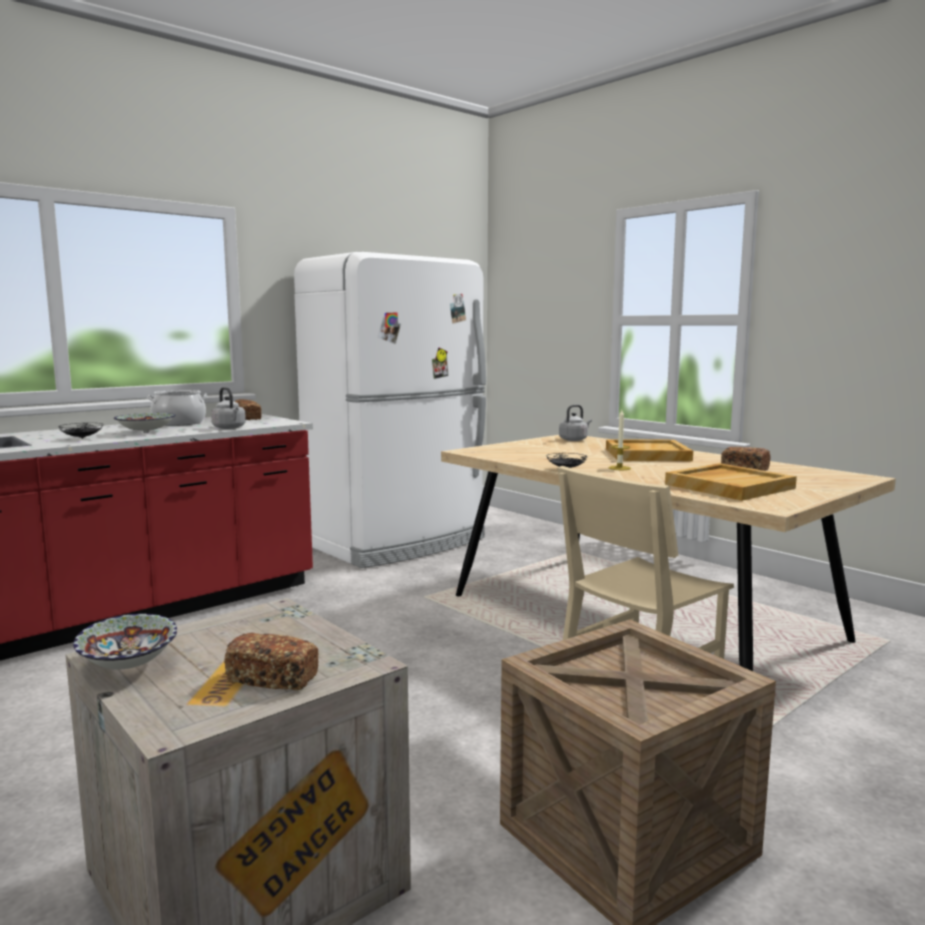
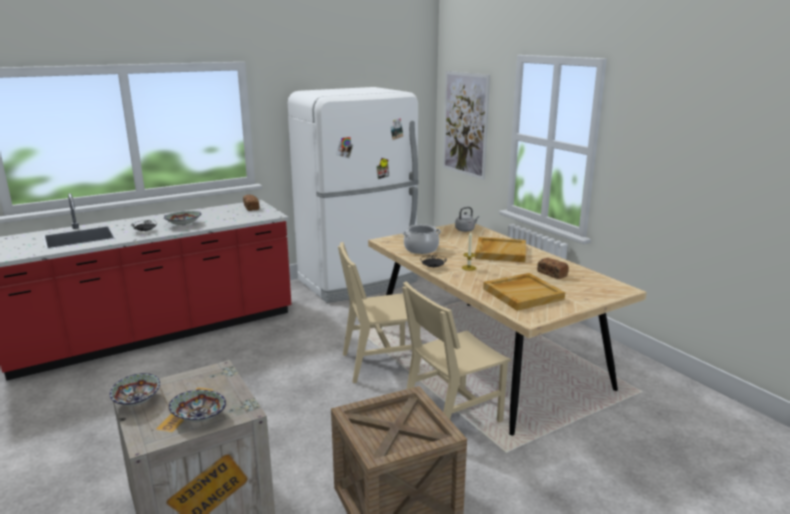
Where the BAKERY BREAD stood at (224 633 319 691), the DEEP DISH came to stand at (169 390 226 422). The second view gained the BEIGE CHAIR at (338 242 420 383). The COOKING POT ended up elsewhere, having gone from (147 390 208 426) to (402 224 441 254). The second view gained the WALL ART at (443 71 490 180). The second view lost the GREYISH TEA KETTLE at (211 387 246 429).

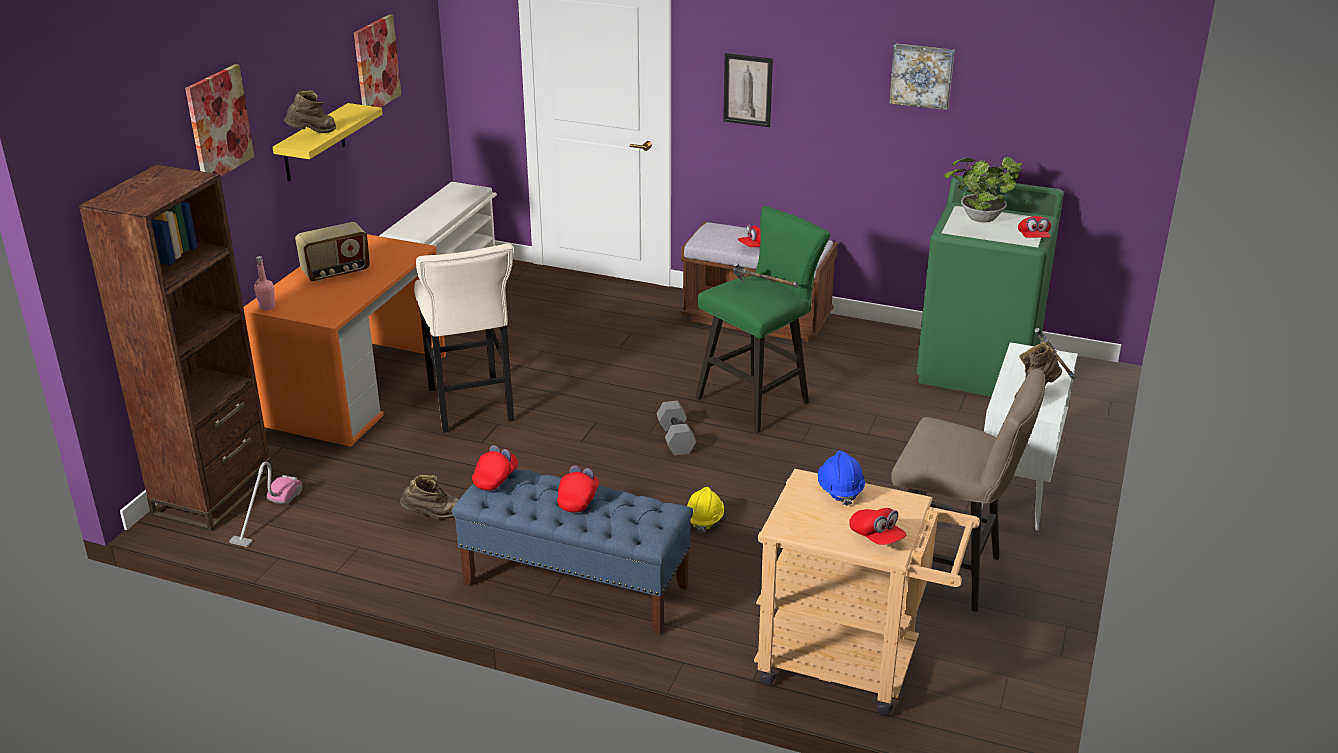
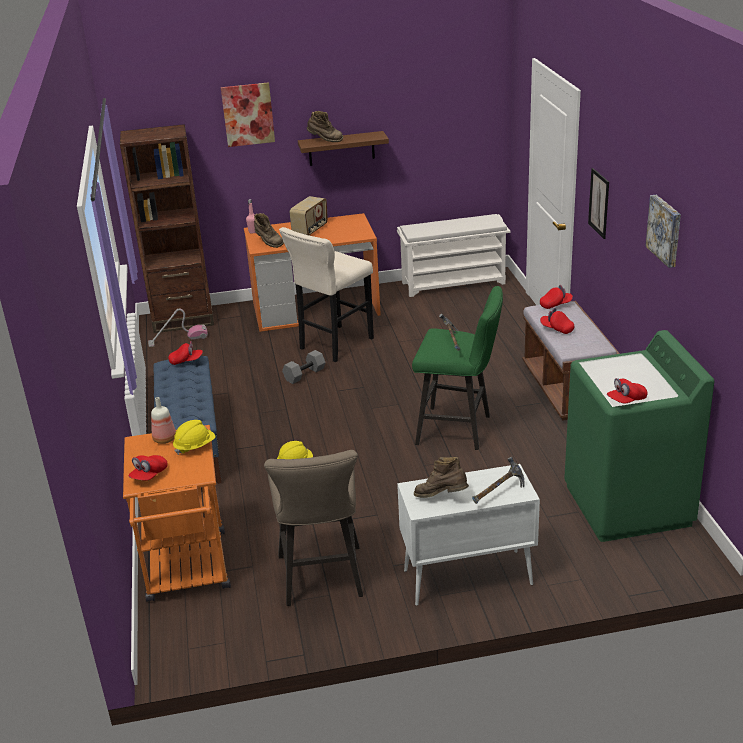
What was the BEIGE WHEELED CART at (754 469 980 716) turned into the ORANGE-COLOURED WHEELED CART at (123 425 231 602). The second view gained the DRINK BOTTLE at (151 397 176 444). What was the BLUE SAFETY HELMET at (818 450 865 506) turned into the YELLOW-COLOURED SAFETY HELMET at (173 420 215 455). The BROWNISH TALL BOOT ended up elsewhere, having gone from (400 475 459 519) to (254 213 284 248). The GREYISH DUMBBELL ended up elsewhere, having gone from (657 401 696 455) to (282 350 326 384). The RADIO SET at (295 222 370 282) ended up facing another way, 90 degrees counterclockwise from before. What was the YELLOW-COLOURED SHELF at (273 103 383 182) turned into the BROWNISH SHELF at (298 131 389 166). The RED BASEBALL CAP ended up elsewhere, having gone from (557 466 599 512) to (540 285 573 309). The second view lost the WALL ART at (354 14 401 108). The second view lost the PLANT IN A POT at (944 156 1022 222).

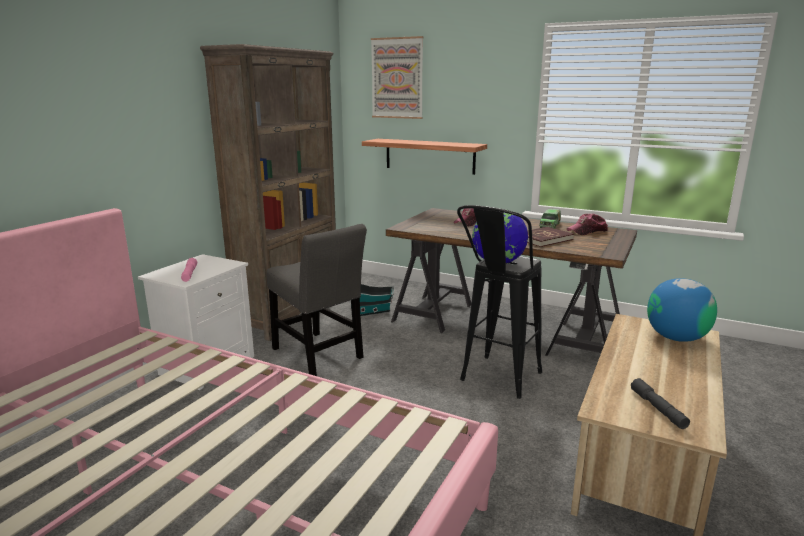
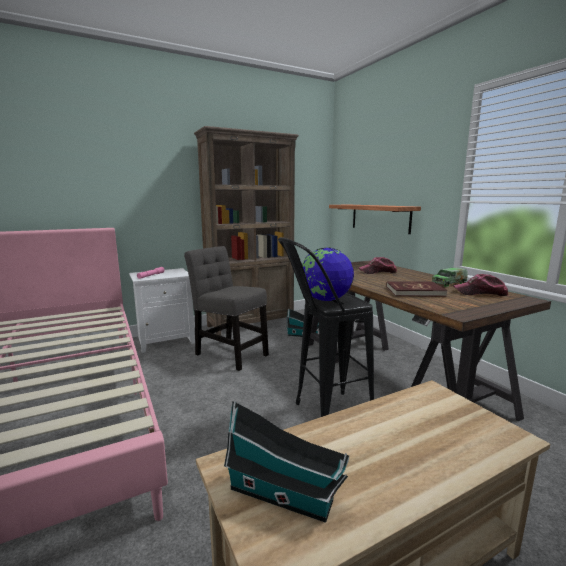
The GREYISH CHAIR at (266 224 367 376) ended up facing another way, 135 degrees clockwise from before. Where the GREYISH HAND TORCH stood at (631 378 690 429), the MINIATURE HOUSE came to stand at (224 400 349 523). The second view lost the WALL ART at (371 36 424 119). The second view lost the WORLD GLOBE at (647 278 717 342).

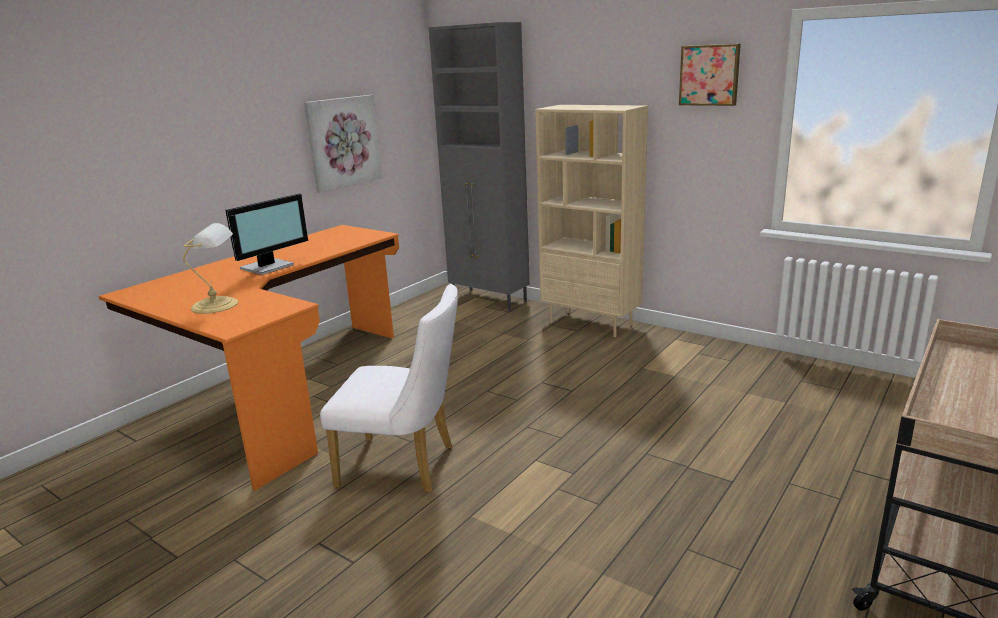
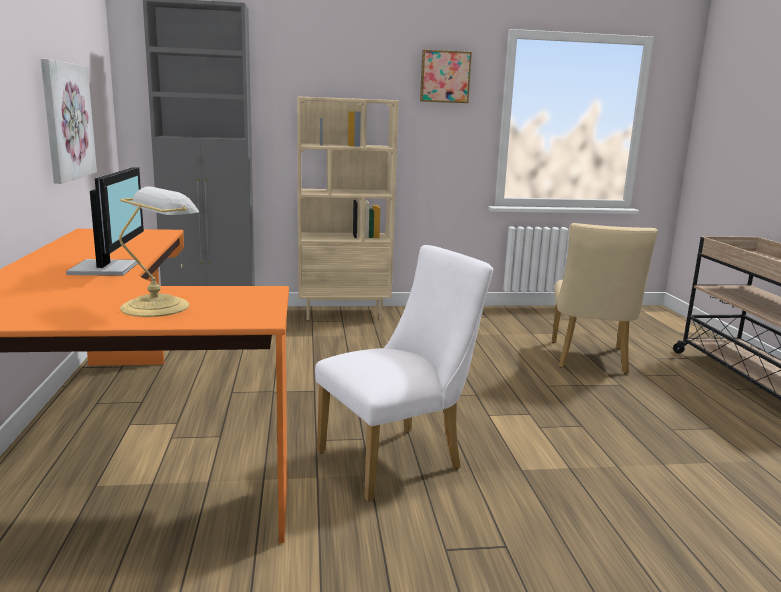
The second view gained the BEIGE CHAIR at (552 223 658 374).

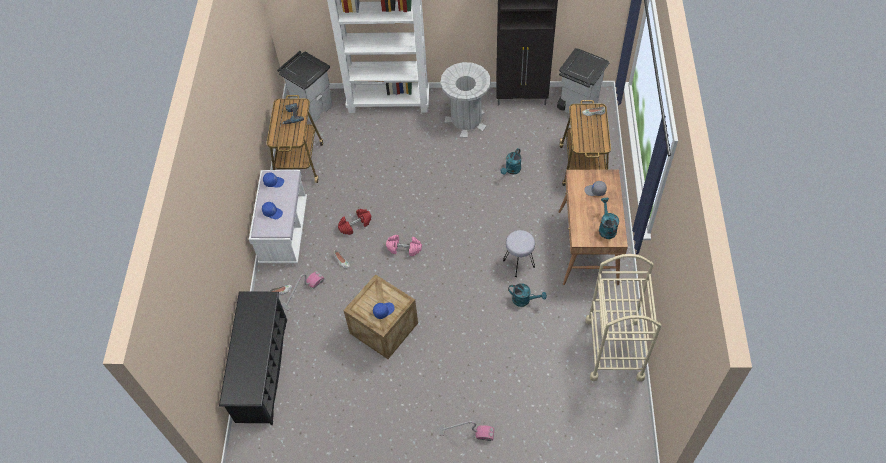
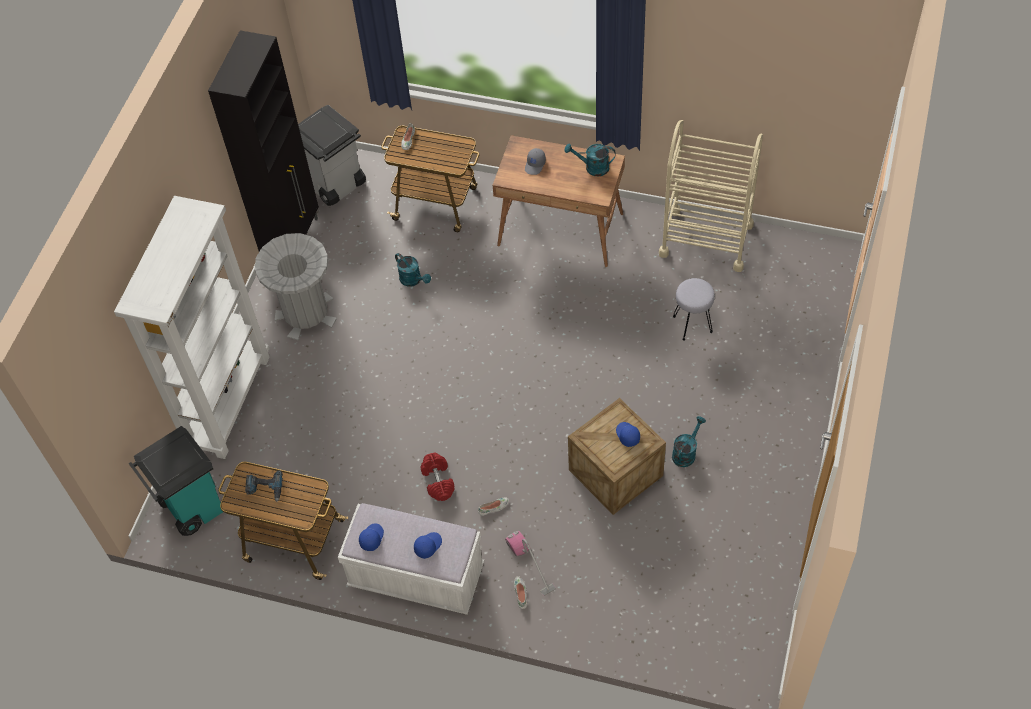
What was the GREYISH TRASH CAN at (277 51 332 122) turned into the TURQUOISE TRASH CAN at (129 426 223 536). The TURQUOISE WATERING CAN ended up elsewhere, having gone from (508 283 547 307) to (672 416 706 467). The GREYISH STOOL SEAT ended up elsewhere, having gone from (503 230 535 277) to (673 278 715 341). The second view lost the BLACKISH SHOE STAND at (219 292 287 425). The second view lost the PINK-COLOURED DUMBBELL at (386 235 422 256). The second view lost the VACUUM CLEANER at (439 421 494 441).

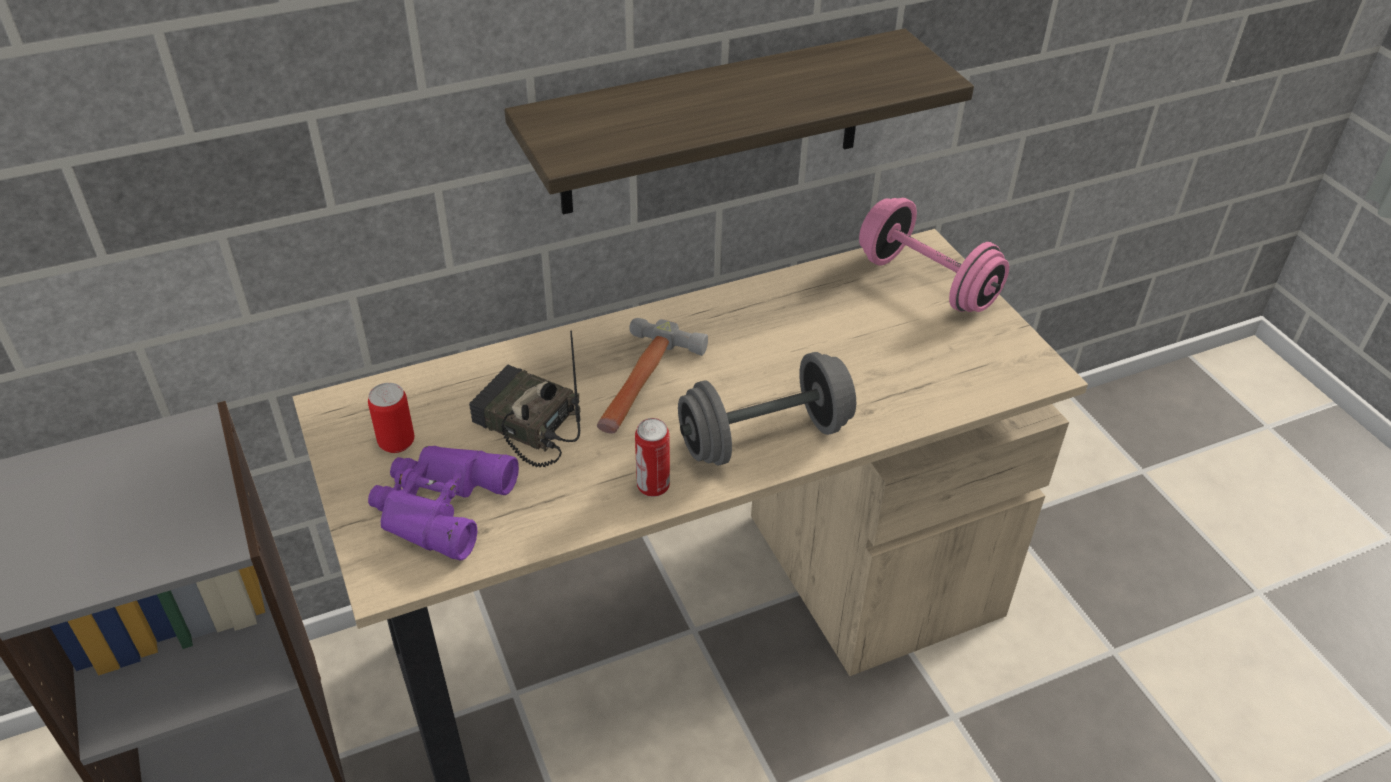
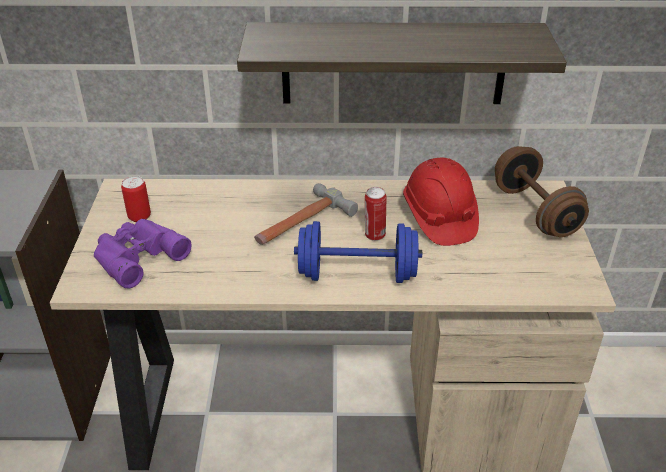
What was the GREYISH DUMBBELL at (678 352 856 466) turned into the BLUE DUMBBELL at (294 221 422 283). The CAN ended up elsewhere, having gone from (635 418 670 497) to (365 187 387 241). The second view gained the RED SAFETY HELMET at (403 157 479 246). What was the PINK-COLOURED DUMBBELL at (859 198 1009 312) turned into the BROWNISH DUMBBELL at (495 146 589 237). The second view lost the RADIO SET at (469 330 580 467).

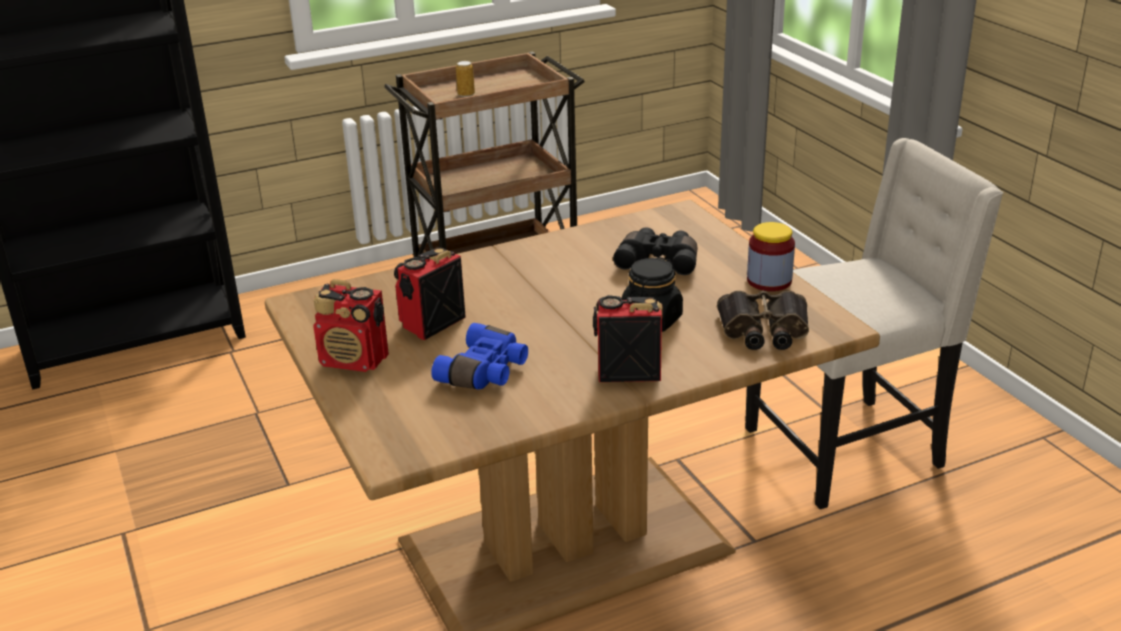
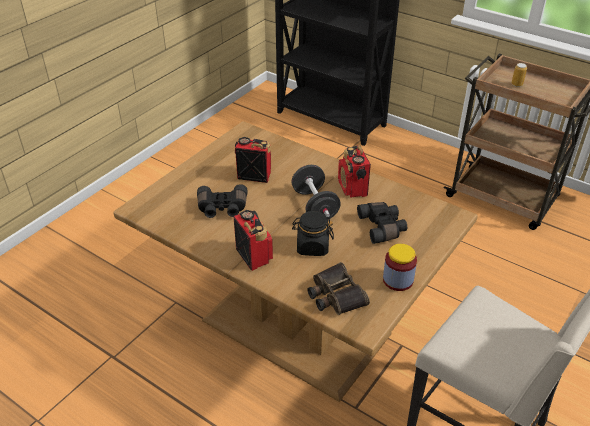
What was the BLUE FIELD GLASSES at (431 323 528 389) turned into the BLACKISH FIELD GLASSES at (197 184 247 218). The second view gained the BLACKISH DUMBBELL at (292 165 341 220). The RADIO SET ended up elsewhere, having gone from (314 279 389 372) to (338 146 371 198).

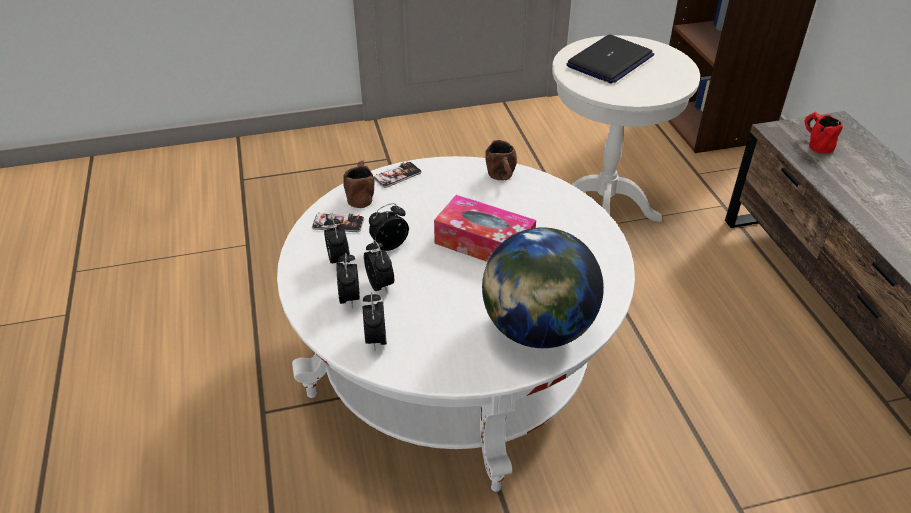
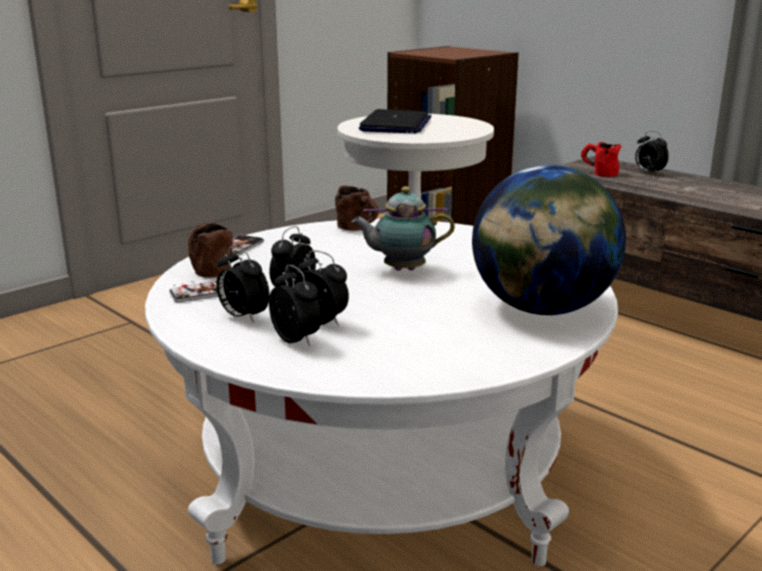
Where the TISSUE BOX stood at (434 195 536 262), the POT FOR TEA came to stand at (351 186 455 271). The TABLE CLOCK ended up elsewhere, having gone from (363 292 387 351) to (635 131 669 175).

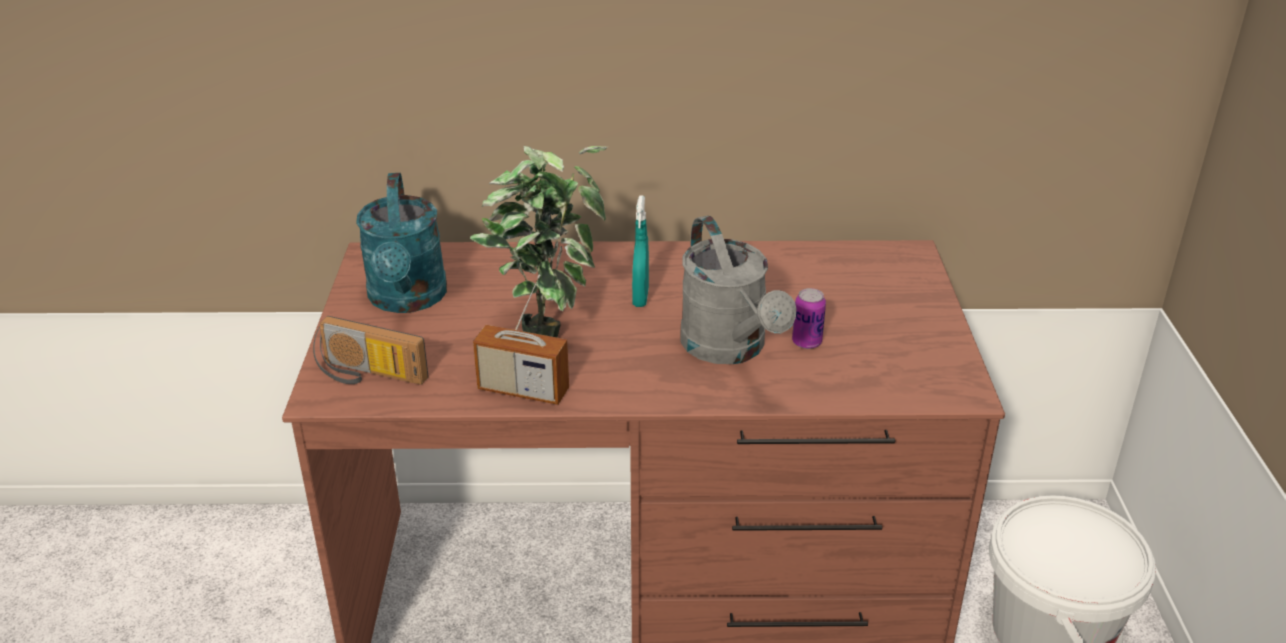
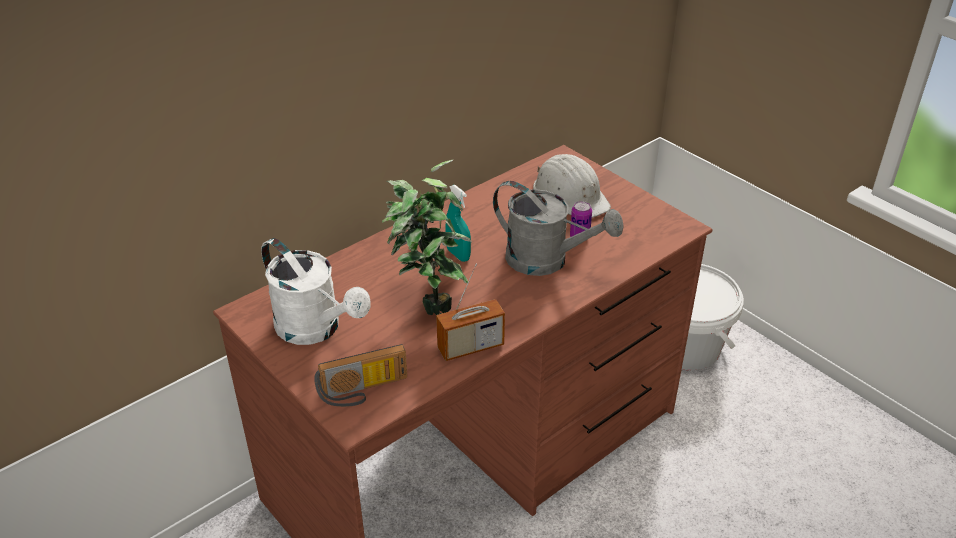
What was the TURQUOISE WATERING CAN at (356 173 447 313) turned into the WHITE WATERING CAN at (261 238 371 345). The second view gained the WHITE SAFETY HELMET at (533 154 611 218).

